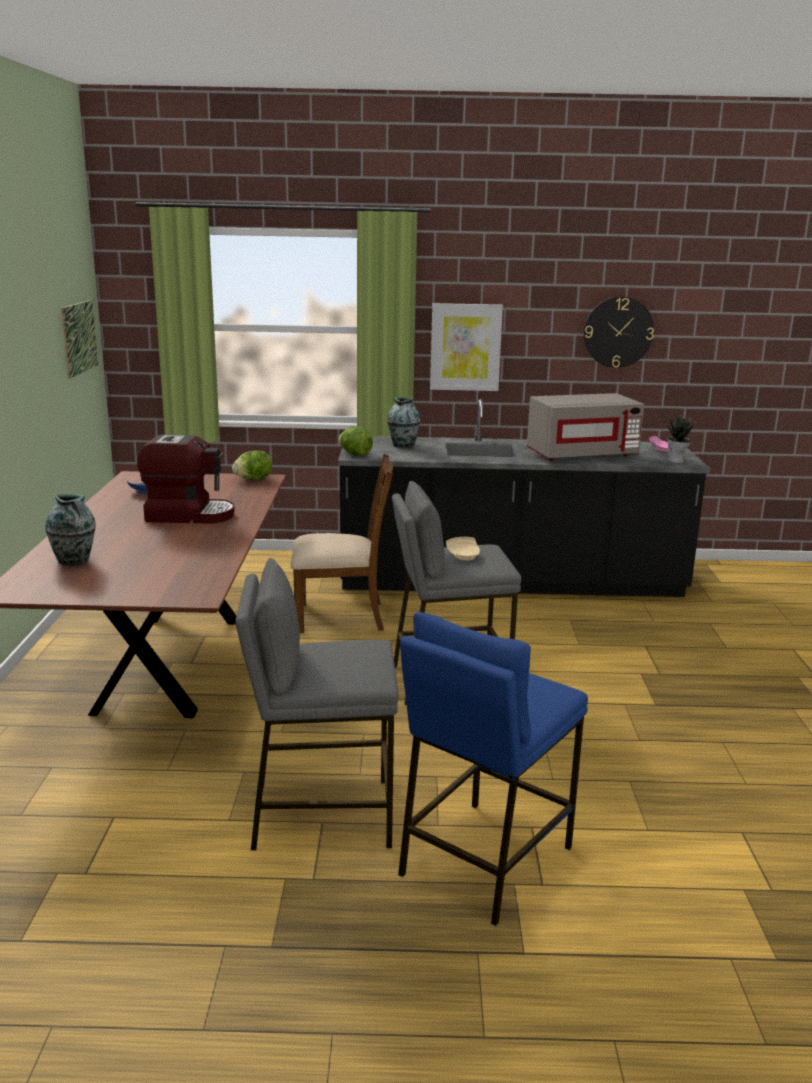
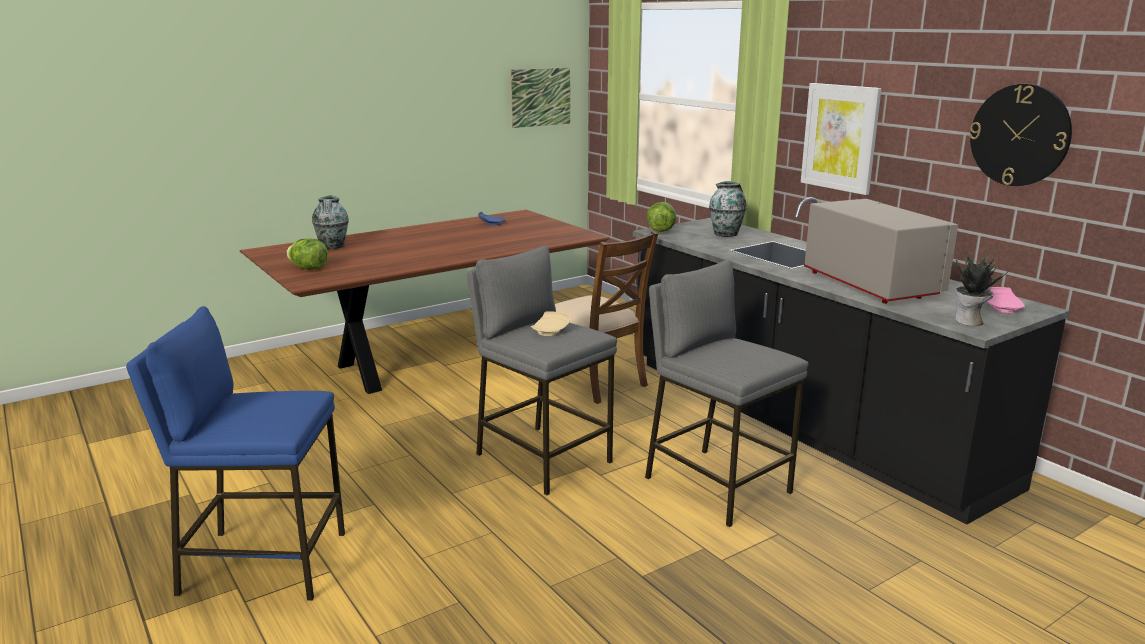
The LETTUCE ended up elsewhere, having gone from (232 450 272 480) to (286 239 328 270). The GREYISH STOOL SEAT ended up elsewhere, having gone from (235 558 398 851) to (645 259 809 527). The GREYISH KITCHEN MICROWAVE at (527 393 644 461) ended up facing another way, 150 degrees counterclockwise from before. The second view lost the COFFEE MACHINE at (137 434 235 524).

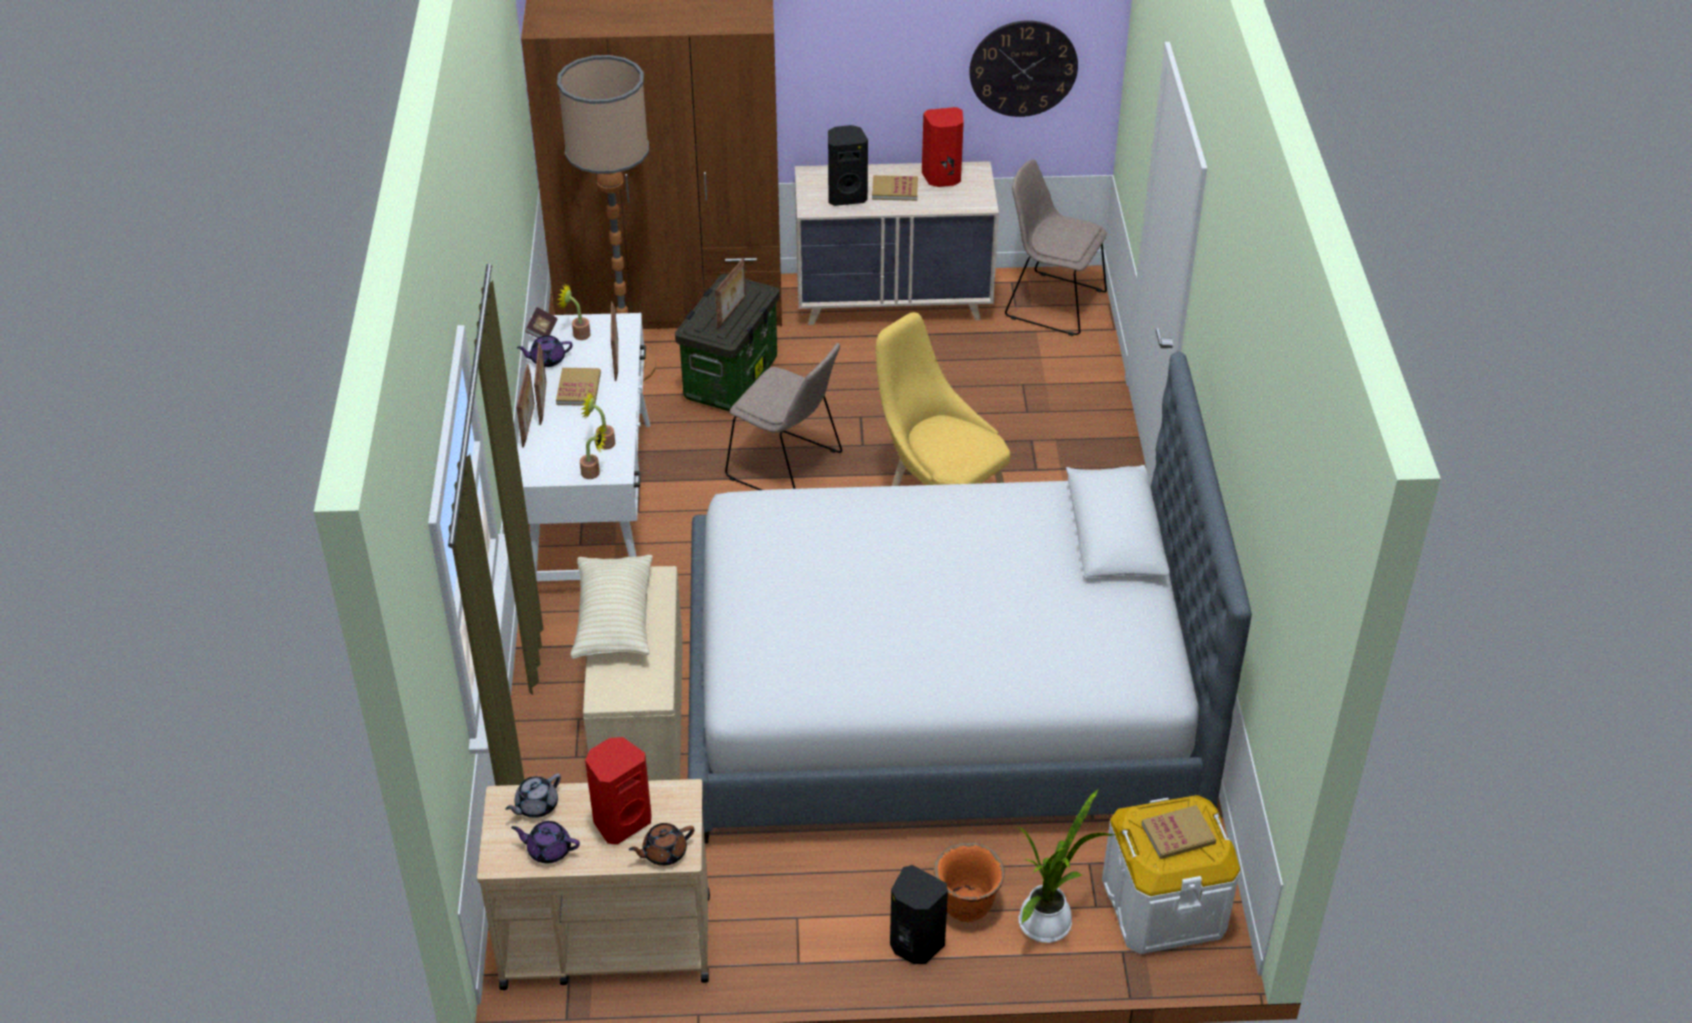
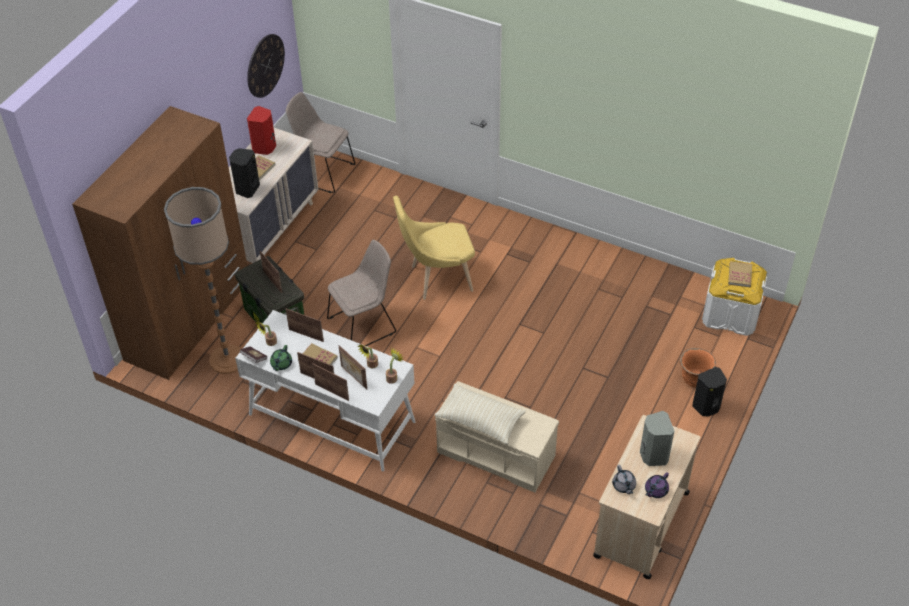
What was the PURPLISH POT FOR TEA at (516 335 573 367) turned into the GREEN-COLOURED POT FOR TEA at (270 345 292 371). The BEIGE CHAIR at (1005 159 1107 336) ended up facing another way, 60 degrees clockwise from before. The second view gained the PICTURE FRAME at (339 345 367 389). What was the RED LOUDSPEAKER at (585 737 652 845) turned into the GREYISH LOUDSPEAKER at (640 411 674 466). The second view lost the BROWNISH POT FOR TEA at (629 823 694 866). The second view lost the SLEEPING BED at (688 351 1252 844). The second view lost the PLANT IN A POT at (1016 789 1114 943).

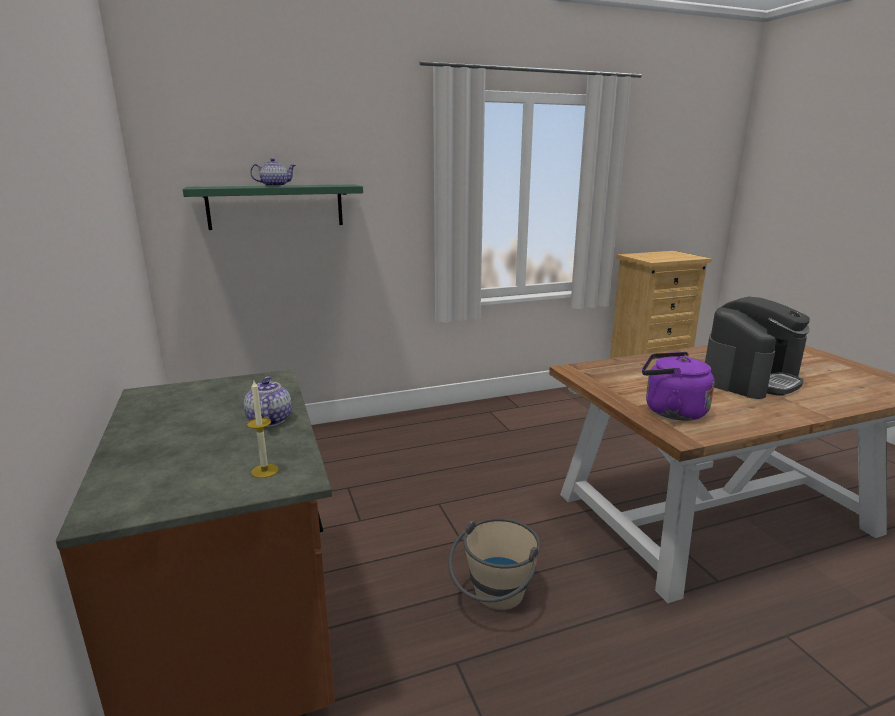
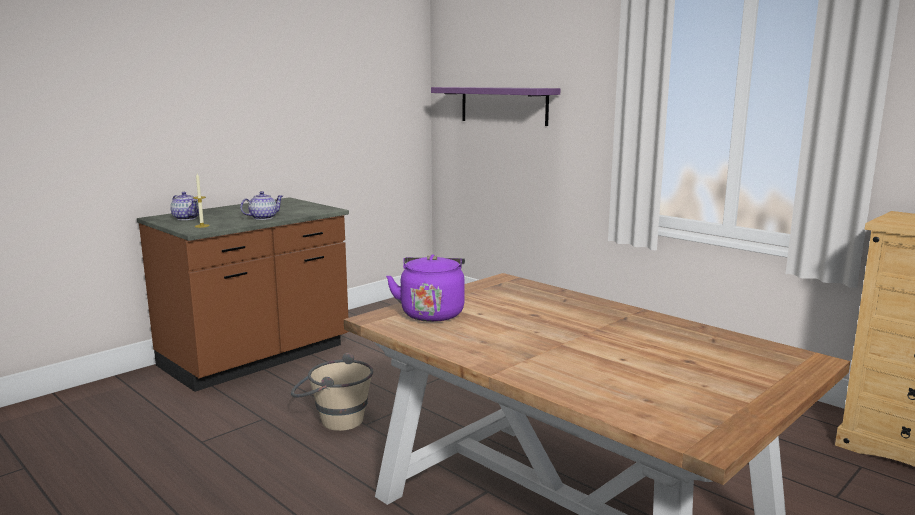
The POT FOR TEA ended up elsewhere, having gone from (250 158 296 187) to (170 192 199 220). What was the GREEN-COLOURED SHELF at (183 184 363 230) turned into the PURPLISH SHELF at (431 87 560 126). The second view lost the COFFEE MACHINE at (705 297 810 399).

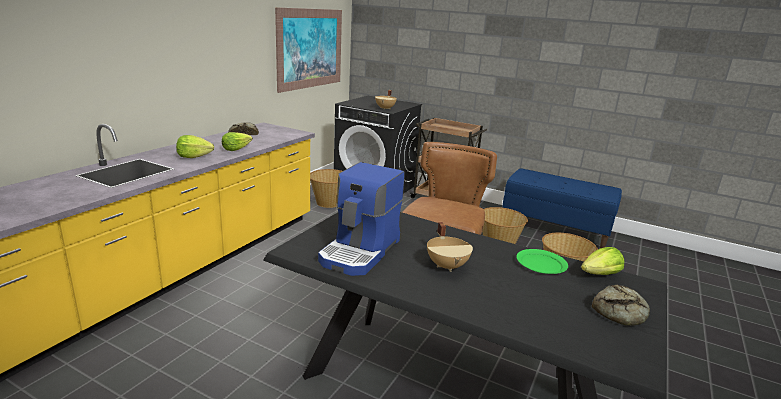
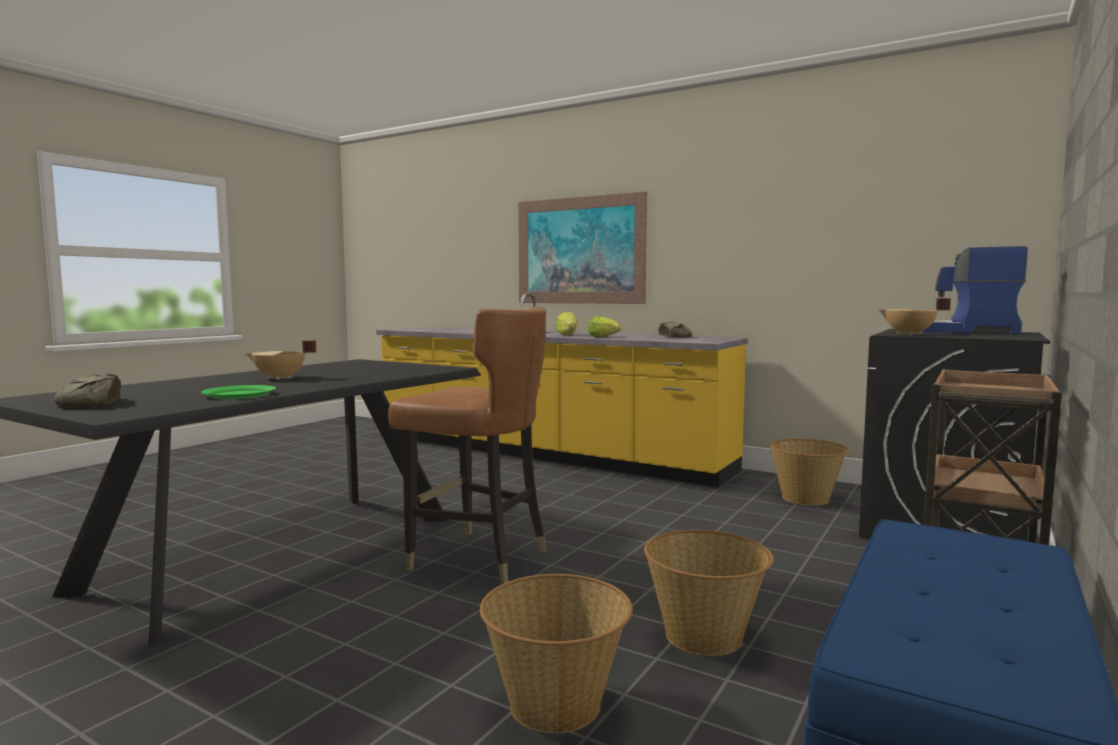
The WALL ART ended up elsewhere, having gone from (275 7 342 93) to (518 191 647 304). The COFFEE MACHINE ended up elsewhere, having gone from (318 162 405 276) to (922 246 1028 335). The second view lost the LETTUCE at (581 247 624 275).

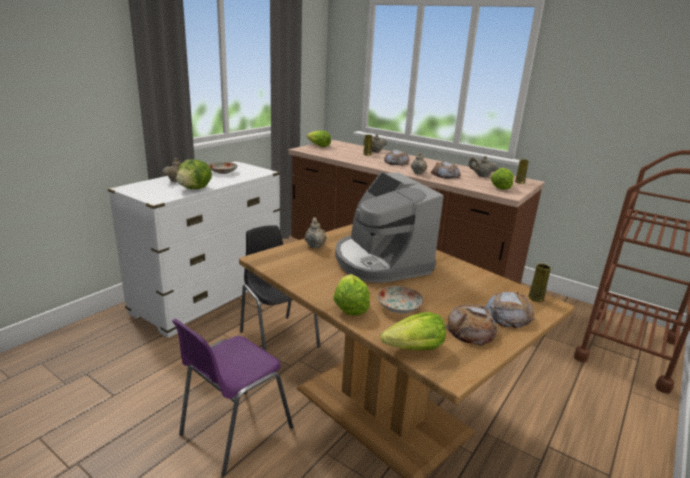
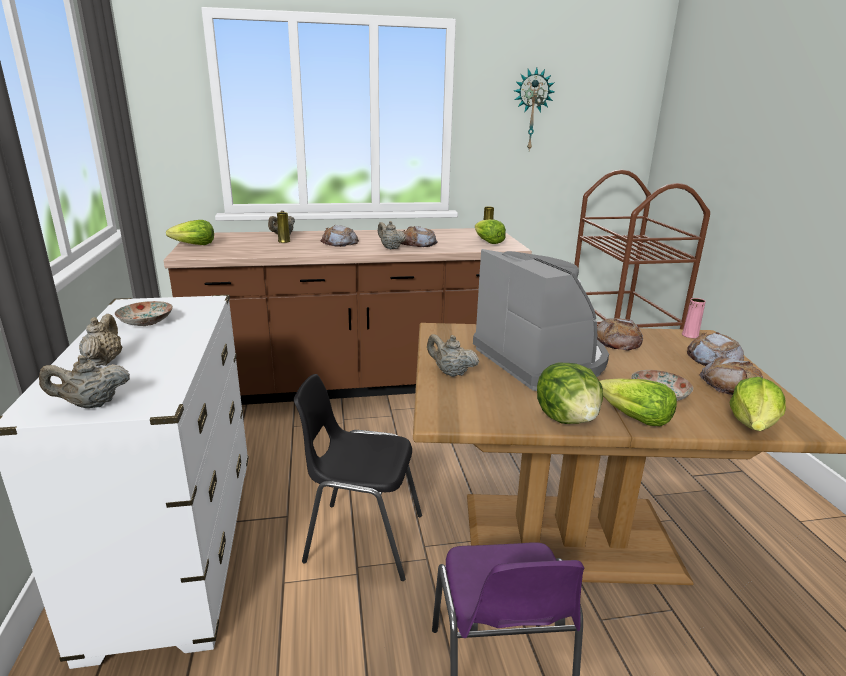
The BEIGE POT FOR TEA ended up elsewhere, having gone from (469 156 498 177) to (39 355 130 408). The COFFEE MACHINE at (335 172 444 283) ended up facing another way, 135 degrees counterclockwise from before. The second view gained the HANGING CLOCK at (514 68 555 150). The LETTUCE ended up elsewhere, having gone from (176 159 212 189) to (537 363 603 424). The second view gained the BAKERY BREAD at (597 318 643 351). What was the YELLOW-COLOURED FLOWER VASE at (528 264 551 302) turned into the PINK-COLOURED FLOWER VASE at (682 298 706 338).

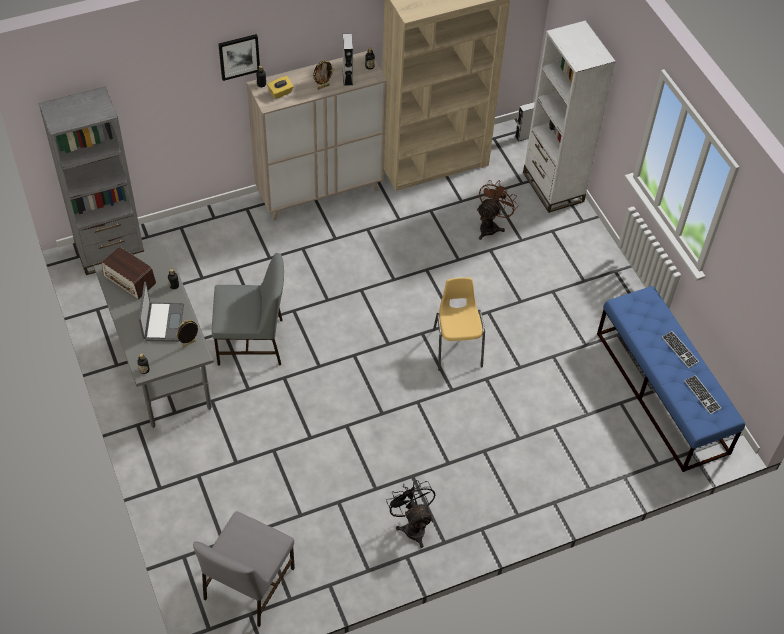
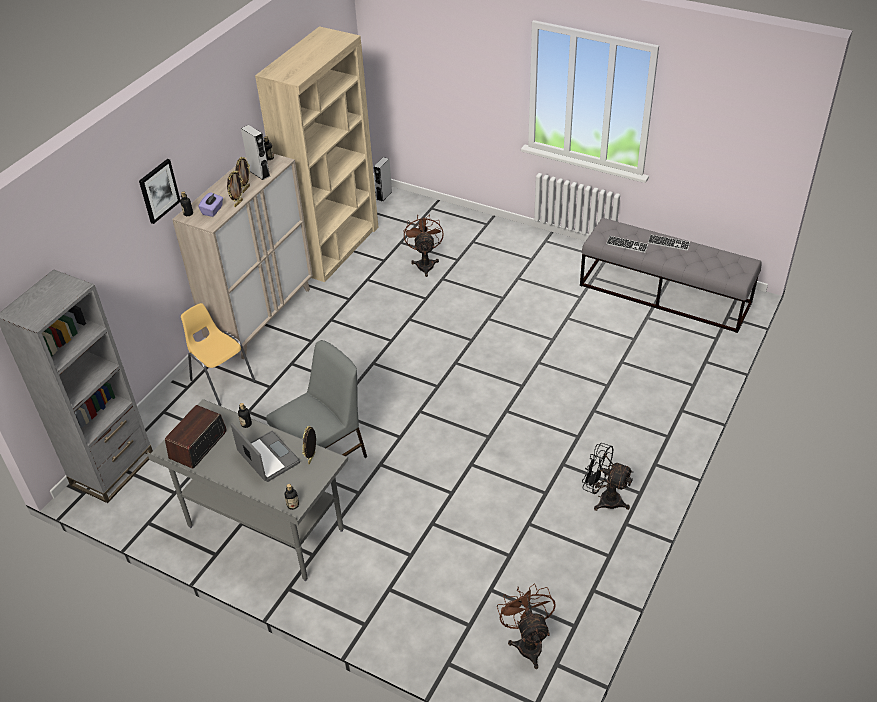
The RADIO SET at (102 247 156 299) ended up facing another way, 120 degrees clockwise from before. The YELLOW-COLOURED CHAIR ended up elsewhere, having gone from (433 277 485 371) to (181 303 256 406). What was the YELLOW-COLOURED TISSUE BOX at (267 76 294 99) turned into the PURPLISH TISSUE BOX at (198 192 223 217). The second view gained the PICTURE FRAME at (227 171 243 207). Where the GREYISH CHAIR stood at (193 511 295 627), the BROWNISH FAN came to stand at (497 584 556 669). What was the BLUE LONG SEAT at (597 286 745 472) turned into the GREYISH LONG SEAT at (580 218 762 333). The KEYBOARD ended up elsewhere, having gone from (685 375 721 414) to (606 236 648 253). The second view lost the WHITE SHELVING UNIT at (523 21 616 213).

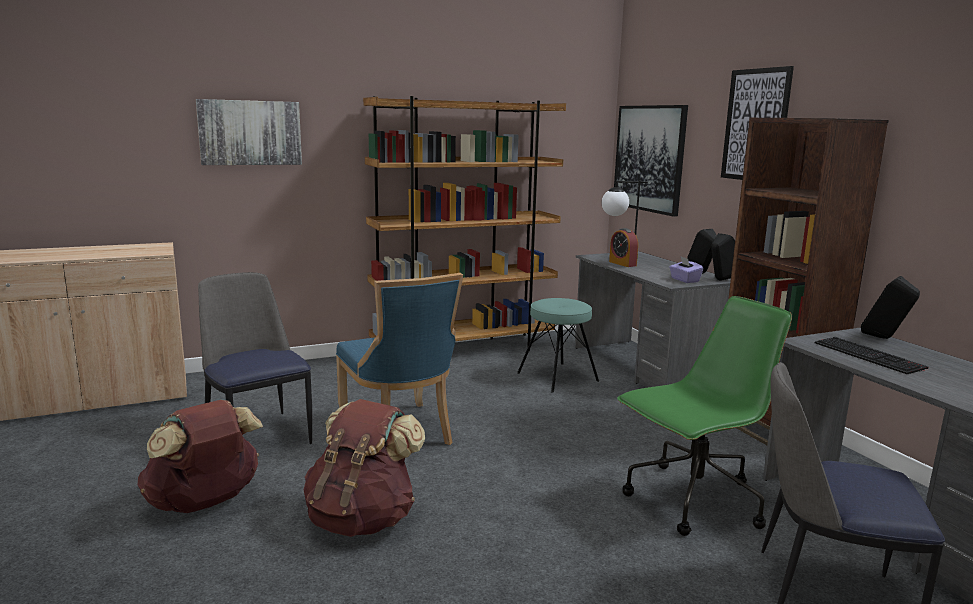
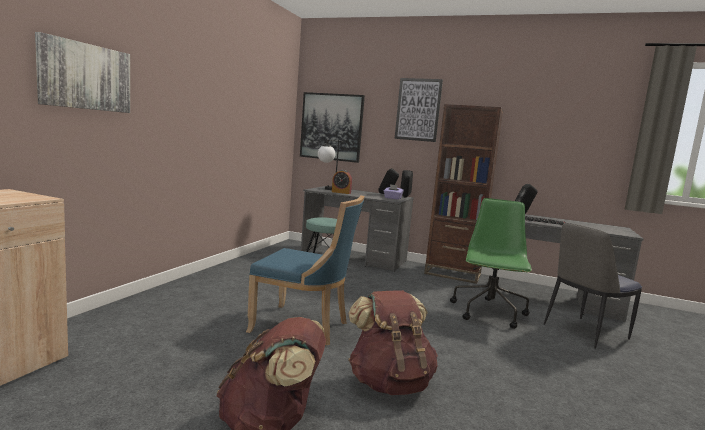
The second view lost the CHAIR at (198 272 312 444). The second view lost the BROWNISH SHELVING UNIT at (363 96 566 351).

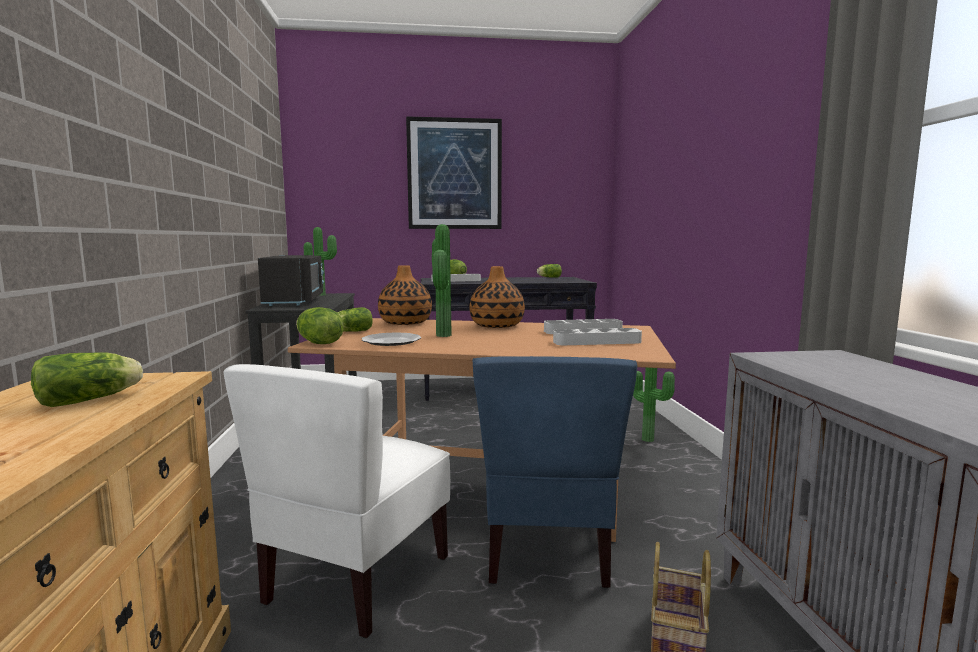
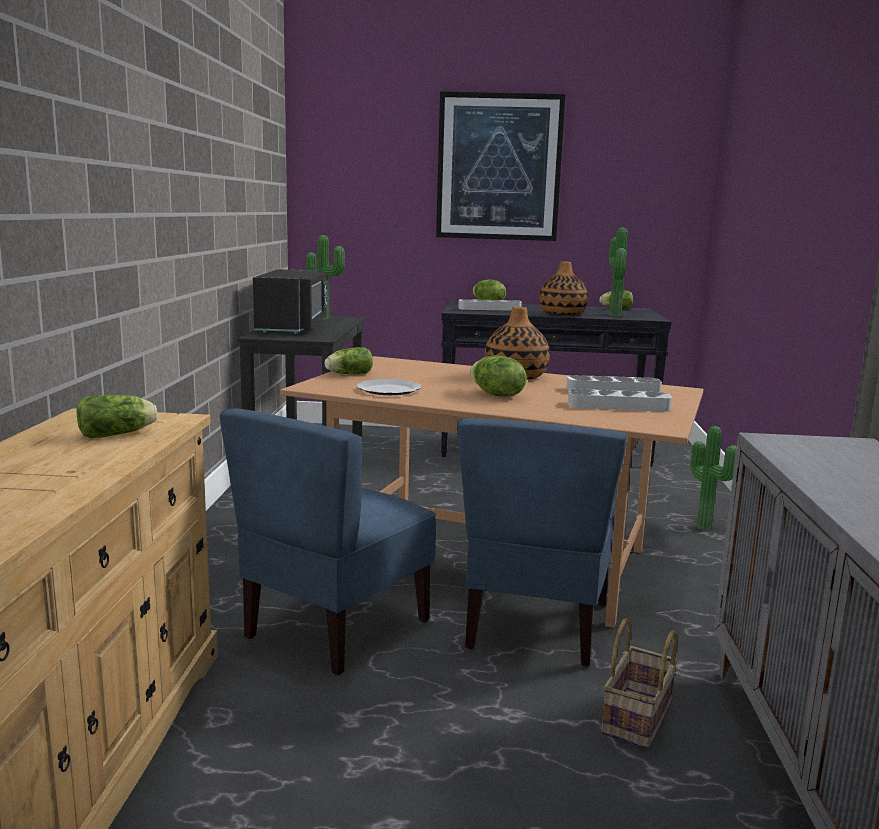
What was the WHITE CHAIR at (223 364 450 638) turned into the BLUE CHAIR at (220 408 436 676). The LETTUCE ended up elsewhere, having gone from (296 307 344 344) to (470 355 527 397). The FLOWER VASE ended up elsewhere, having gone from (378 265 432 325) to (539 261 588 315). The PLANT IN A POT ended up elsewhere, having gone from (432 224 452 337) to (609 227 628 316).

